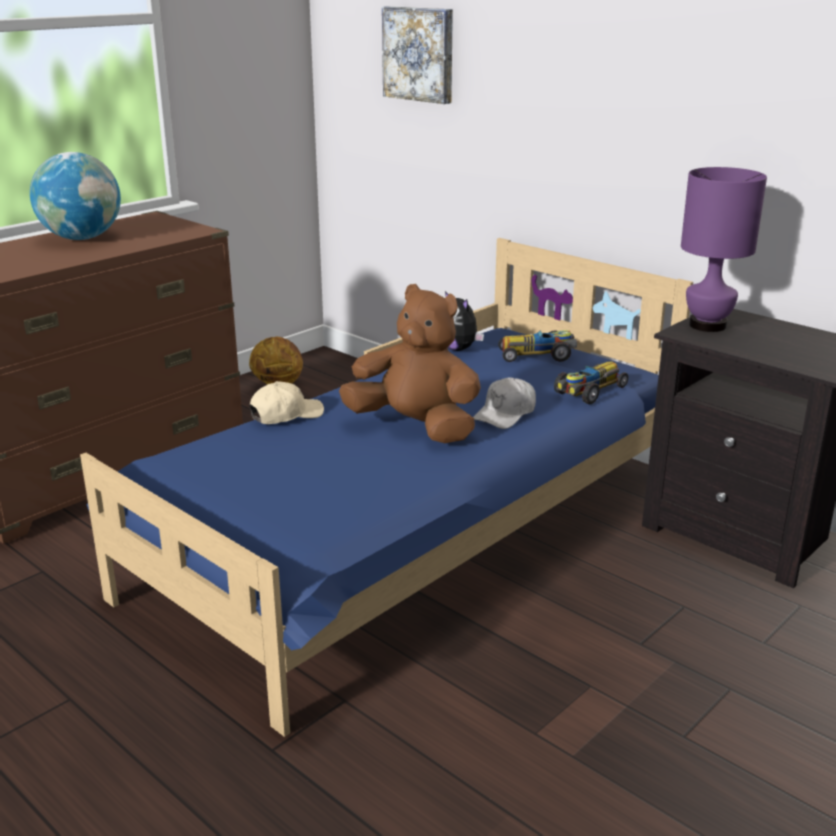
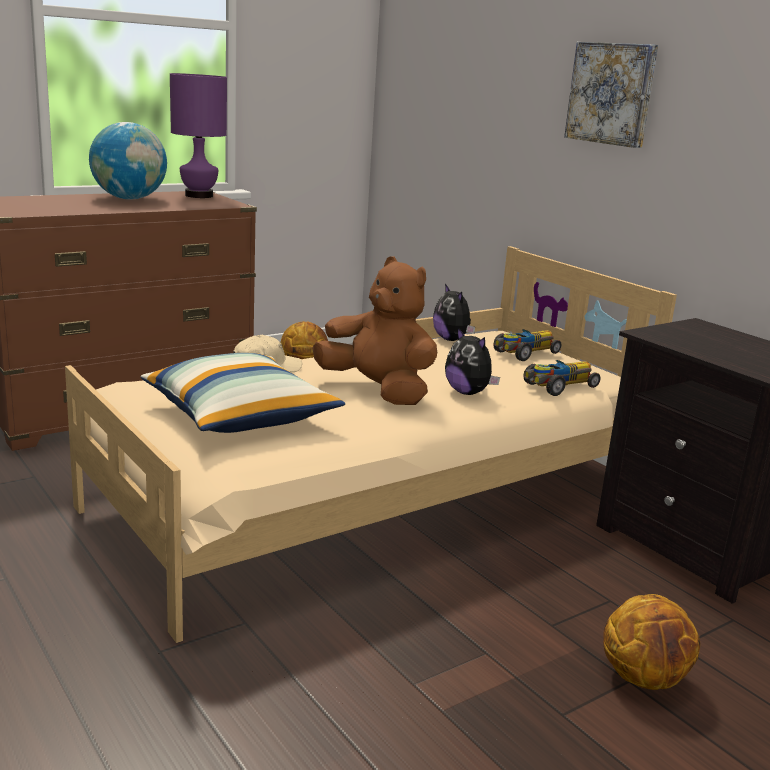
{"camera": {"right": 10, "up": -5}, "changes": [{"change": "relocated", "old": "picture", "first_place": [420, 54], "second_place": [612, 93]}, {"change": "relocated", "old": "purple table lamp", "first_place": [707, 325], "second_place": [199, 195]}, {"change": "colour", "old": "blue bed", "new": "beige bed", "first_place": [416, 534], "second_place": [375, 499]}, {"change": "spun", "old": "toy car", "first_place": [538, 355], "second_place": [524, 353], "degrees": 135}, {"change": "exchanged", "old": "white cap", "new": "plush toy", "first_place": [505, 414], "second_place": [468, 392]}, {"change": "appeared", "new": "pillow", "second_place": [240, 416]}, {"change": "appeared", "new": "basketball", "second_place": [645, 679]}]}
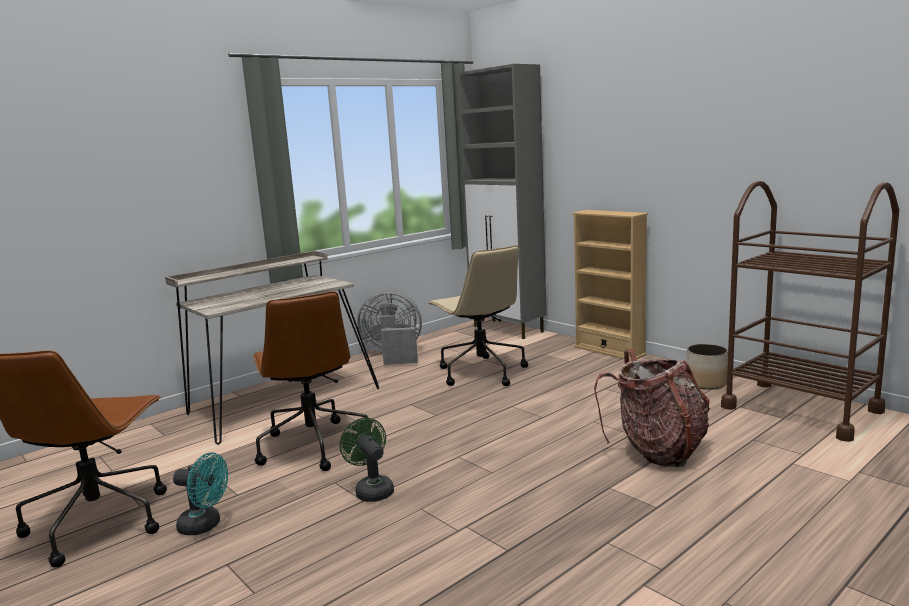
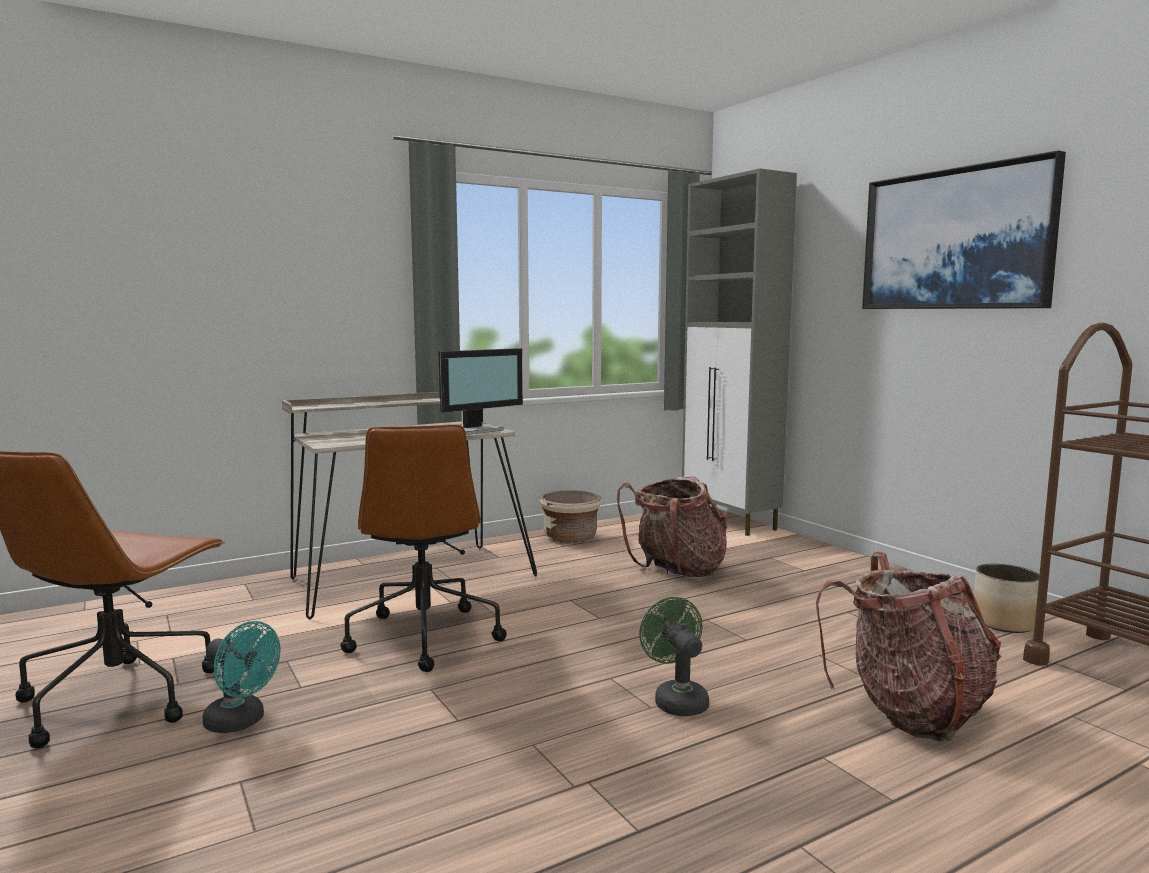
{"camera": {"right": 10, "up": -5}, "changes": [{"change": "missing", "old": "beige bookcase", "first_place": [609, 351]}, {"change": "exchanged", "old": "beige office chair", "new": "backpack", "first_place": [480, 372], "second_place": [677, 570]}, {"change": "exchanged", "old": "grey fan", "new": "beige planter", "first_place": [393, 355], "second_place": [570, 537]}, {"change": "relocated", "old": "green fan", "first_place": [371, 490], "second_place": [676, 700]}, {"change": "appeared", "new": "picture", "second_place": [955, 239]}, {"change": "appeared", "new": "monitor", "second_place": [474, 430]}]}
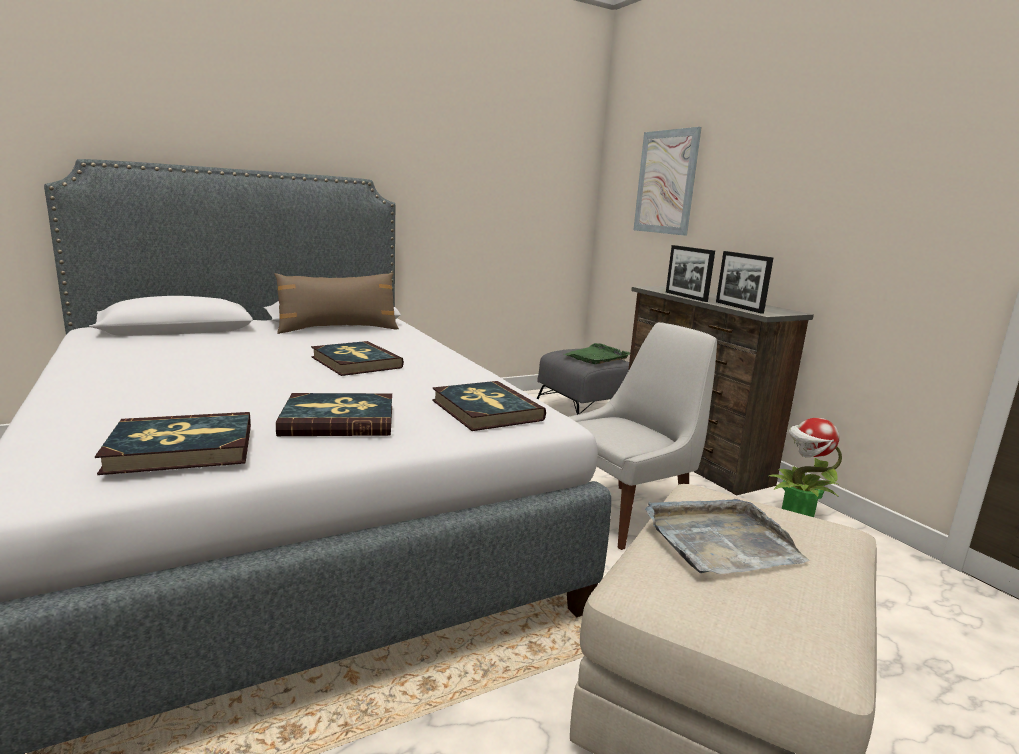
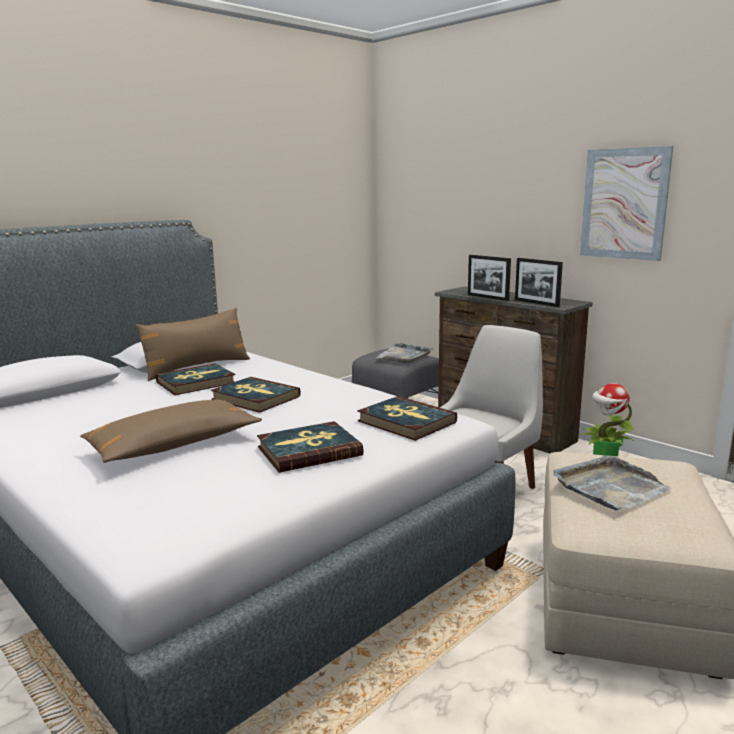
{"camera": {"right": -15, "up": 0}, "changes": [{"change": "relocated", "old": "picture", "first_place": [666, 182], "second_place": [624, 204]}, {"change": "colour", "old": "green tray", "new": "grey tray", "first_place": [596, 357], "second_place": [404, 355]}, {"change": "relocated", "old": "book", "first_place": [182, 448], "second_place": [196, 383]}, {"change": "appeared", "new": "brown pillow", "second_place": [174, 445]}]}
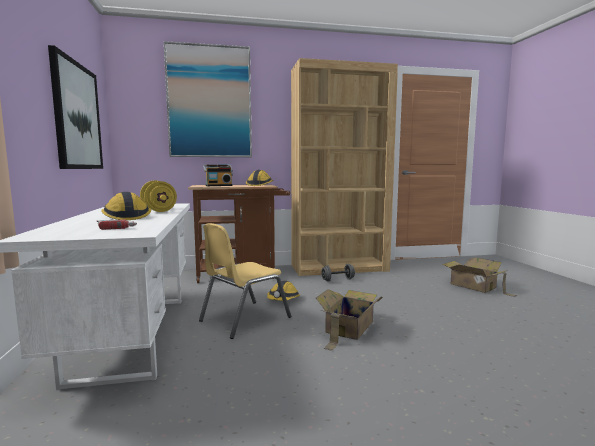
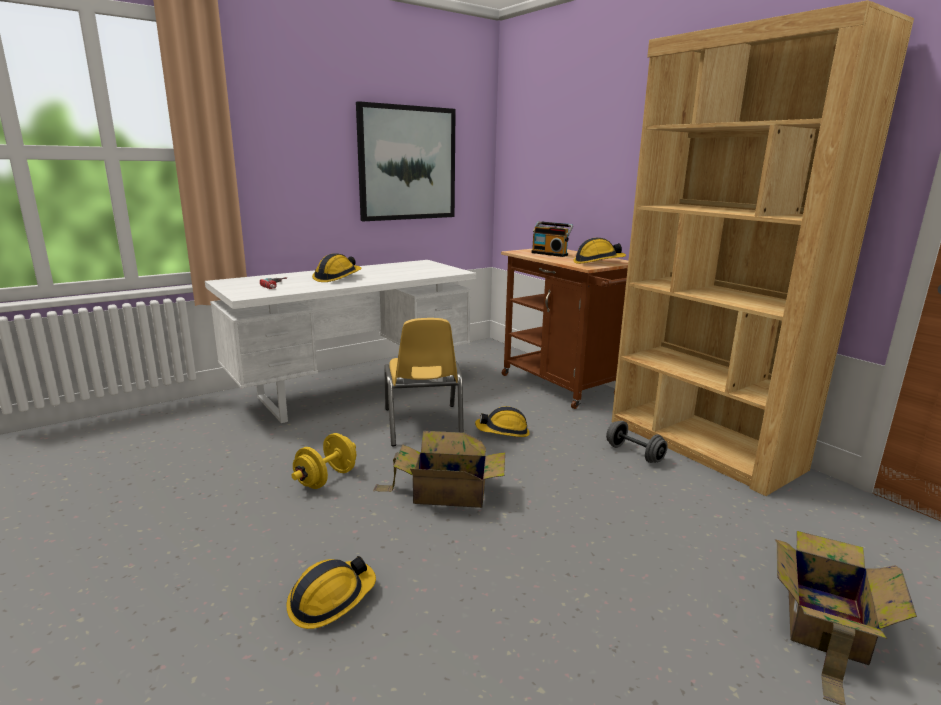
{"camera": {"right": 65, "up": 10}, "changes": [{"change": "missing", "old": "picture", "first_place": [209, 102]}, {"change": "relocated", "old": "yellow dumbbell", "first_place": [158, 210], "second_place": [326, 478]}, {"change": "spun", "old": "yellow chair", "first_place": [244, 319], "second_place": [423, 425], "degrees": -120}, {"change": "appeared", "new": "hard hat", "second_place": [331, 600]}]}
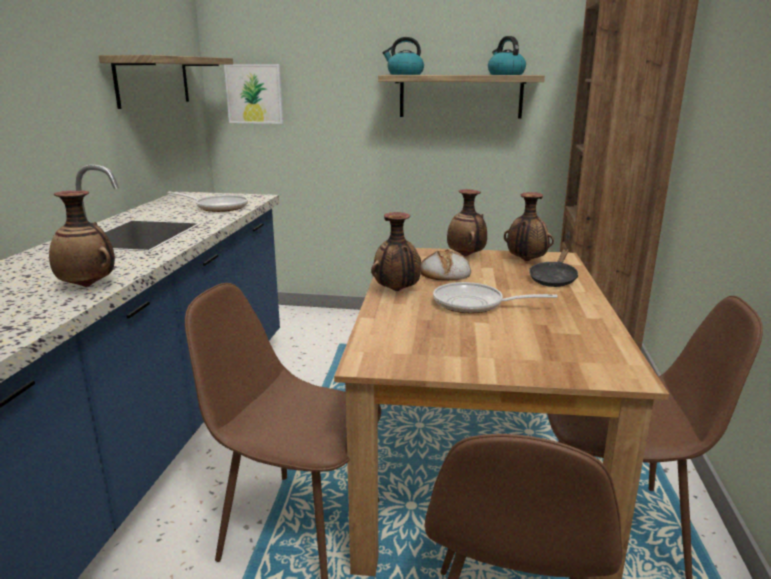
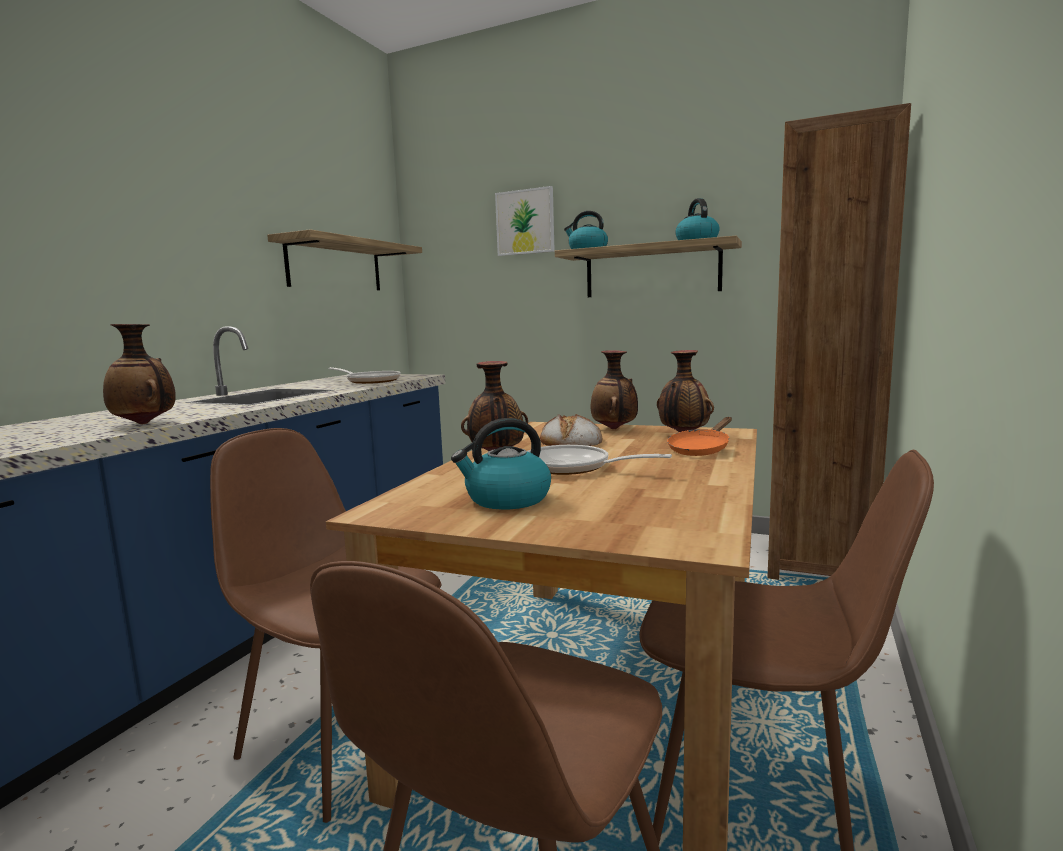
{"camera": {"right": 15, "up": -10}, "changes": [{"change": "relocated", "old": "picture", "first_place": [254, 94], "second_place": [525, 222]}, {"change": "colour", "old": "black frying pan", "new": "orange frying pan", "first_place": [553, 279], "second_place": [701, 449]}, {"change": "appeared", "new": "kettle", "second_place": [507, 499]}]}
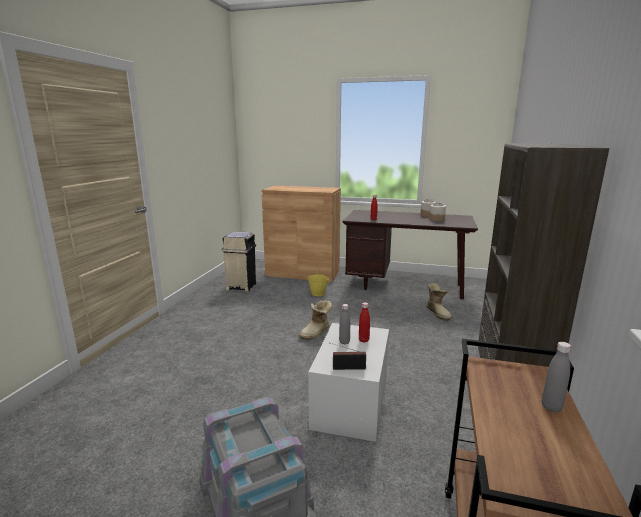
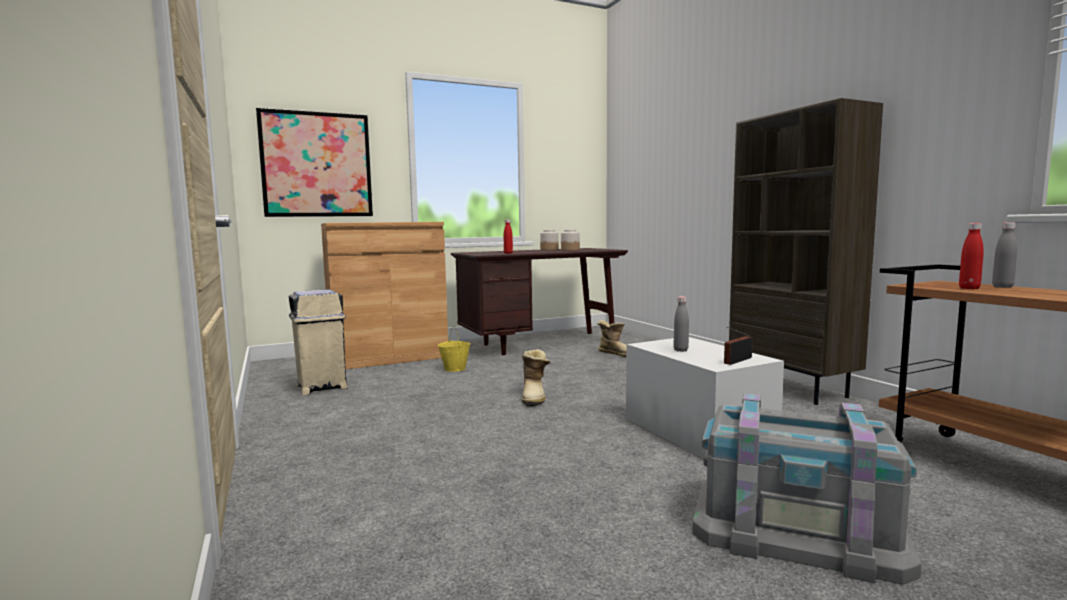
{"camera": {"right": -40, "up": -10}, "changes": [{"change": "relocated", "old": "red bottle", "first_place": [363, 340], "second_place": [969, 288]}, {"change": "appeared", "new": "picture", "second_place": [317, 165]}]}
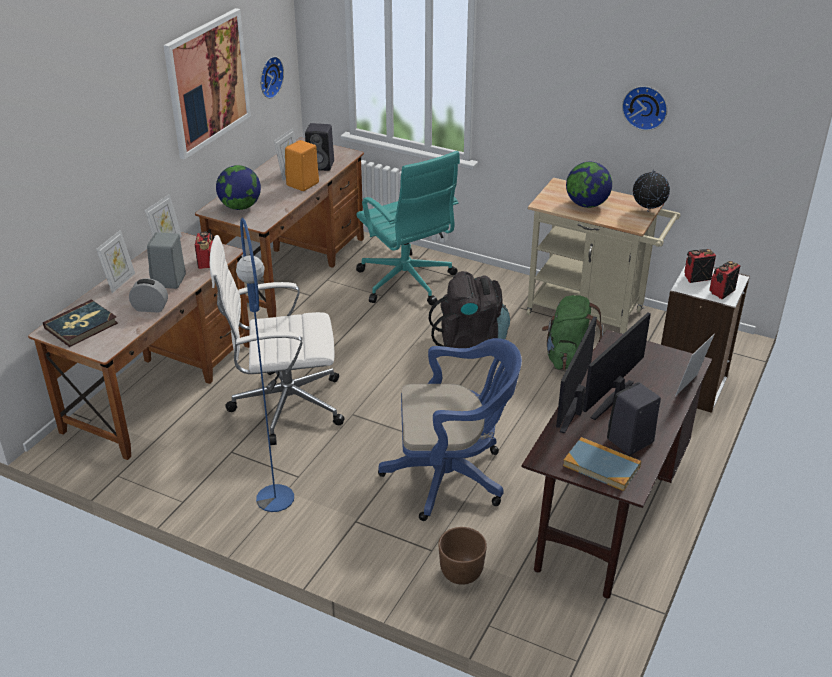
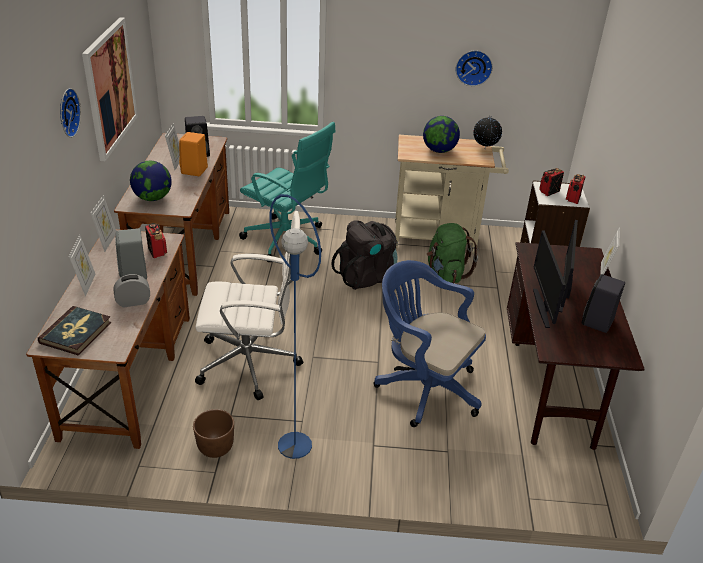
{"camera": {"right": -25, "up": 0}, "changes": [{"change": "relocated", "old": "wall clock", "first_place": [269, 77], "second_place": [66, 112]}, {"change": "spun", "old": "white office chair", "first_place": [284, 405], "second_place": [251, 363], "degrees": -150}, {"change": "spun", "old": "blue office chair", "first_place": [452, 477], "second_place": [423, 387], "degrees": -120}, {"change": "missing", "old": "book", "first_place": [601, 466]}, {"change": "relocated", "old": "brown planter", "first_place": [462, 573], "second_place": [216, 448]}]}
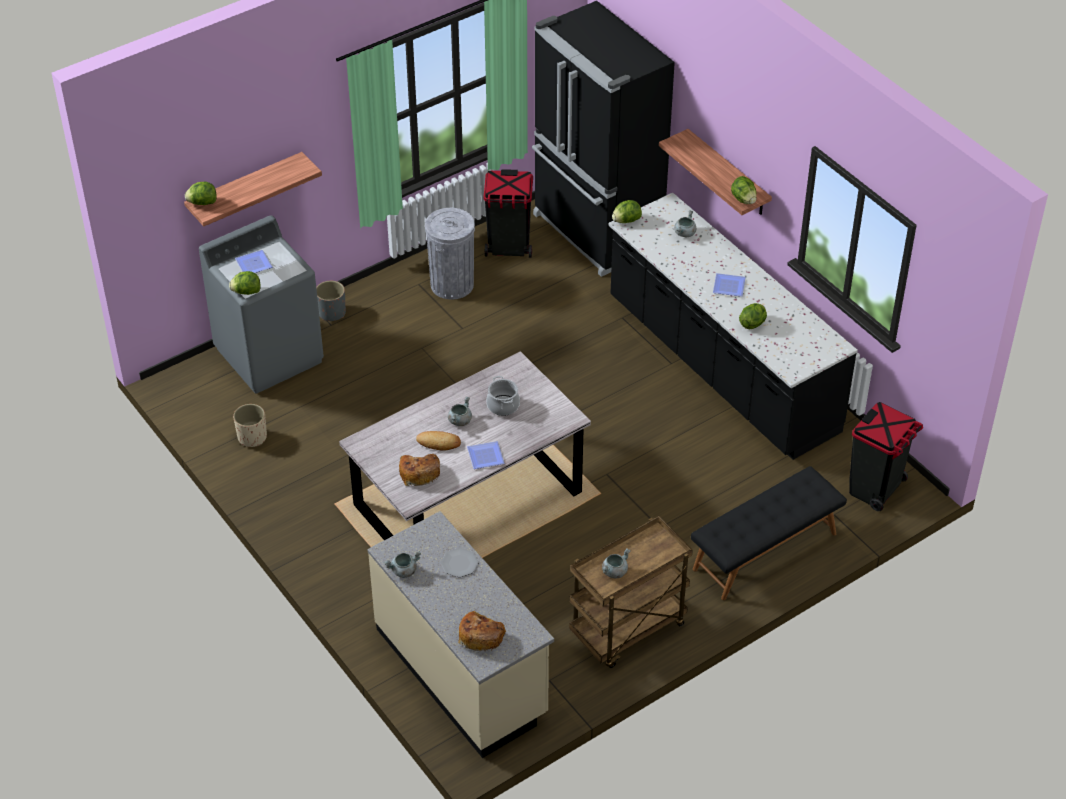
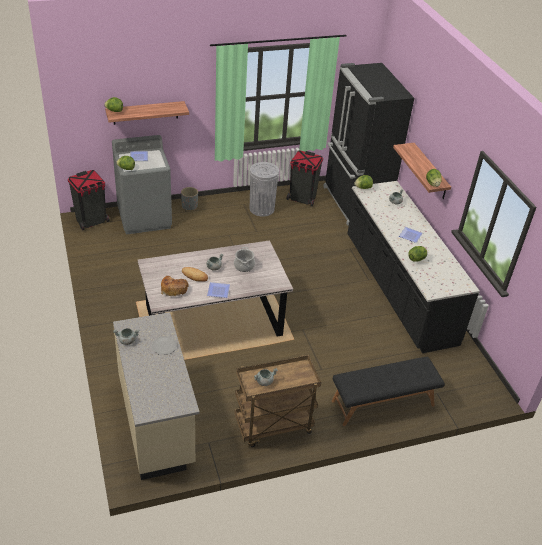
{"camera": {"right": 15, "up": -5}, "changes": [{"change": "relocated", "old": "black trash can", "first_place": [875, 488], "second_place": [91, 221]}, {"change": "missing", "old": "beige planter", "first_place": [252, 437]}, {"change": "missing", "old": "bread", "first_place": [480, 635]}]}
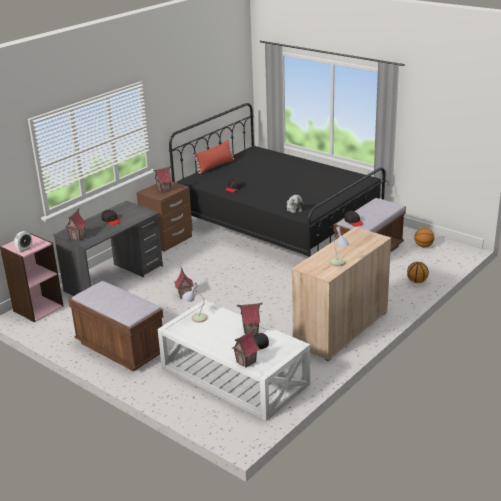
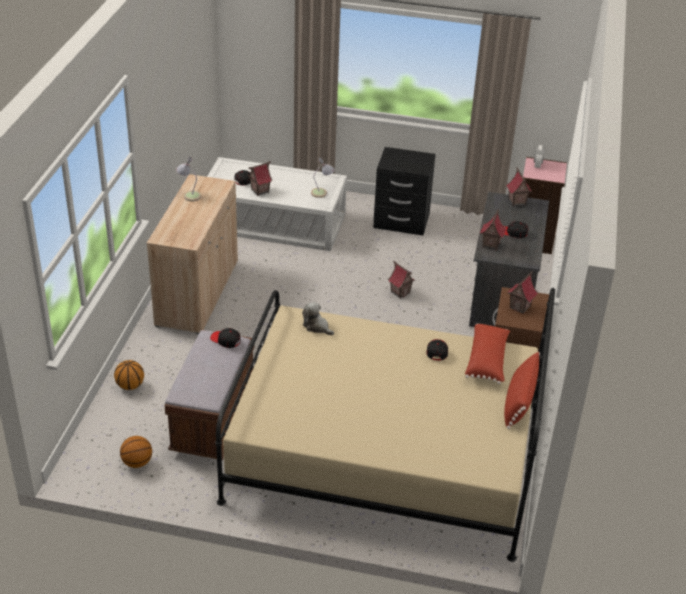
{"camera": {"right": 150, "up": 10}, "changes": [{"change": "colour", "old": "black bed", "new": "beige bed", "first_place": [278, 225], "second_place": [384, 451]}, {"change": "exchanged", "old": "brown bench", "new": "black nightstand", "first_place": [120, 348], "second_place": [401, 221]}, {"change": "relocated", "old": "toy house", "first_place": [246, 362], "second_place": [490, 245]}, {"change": "appeared", "new": "red pillow", "second_place": [487, 361]}]}
